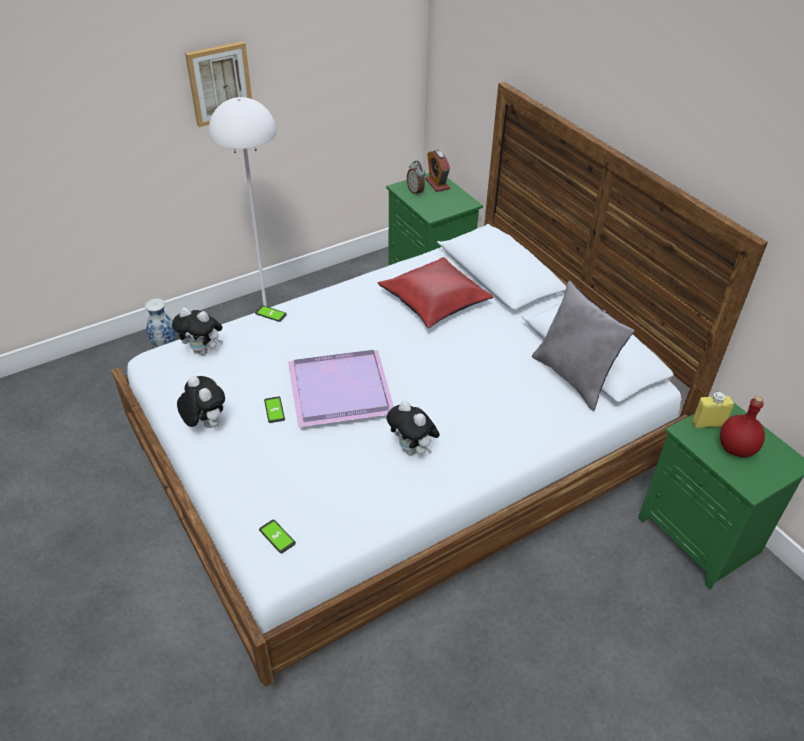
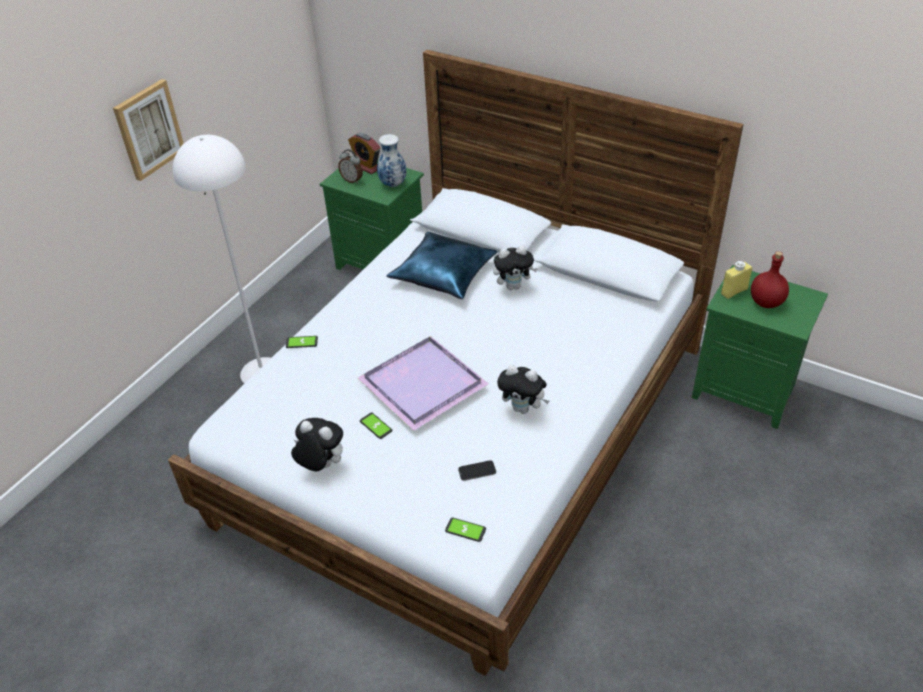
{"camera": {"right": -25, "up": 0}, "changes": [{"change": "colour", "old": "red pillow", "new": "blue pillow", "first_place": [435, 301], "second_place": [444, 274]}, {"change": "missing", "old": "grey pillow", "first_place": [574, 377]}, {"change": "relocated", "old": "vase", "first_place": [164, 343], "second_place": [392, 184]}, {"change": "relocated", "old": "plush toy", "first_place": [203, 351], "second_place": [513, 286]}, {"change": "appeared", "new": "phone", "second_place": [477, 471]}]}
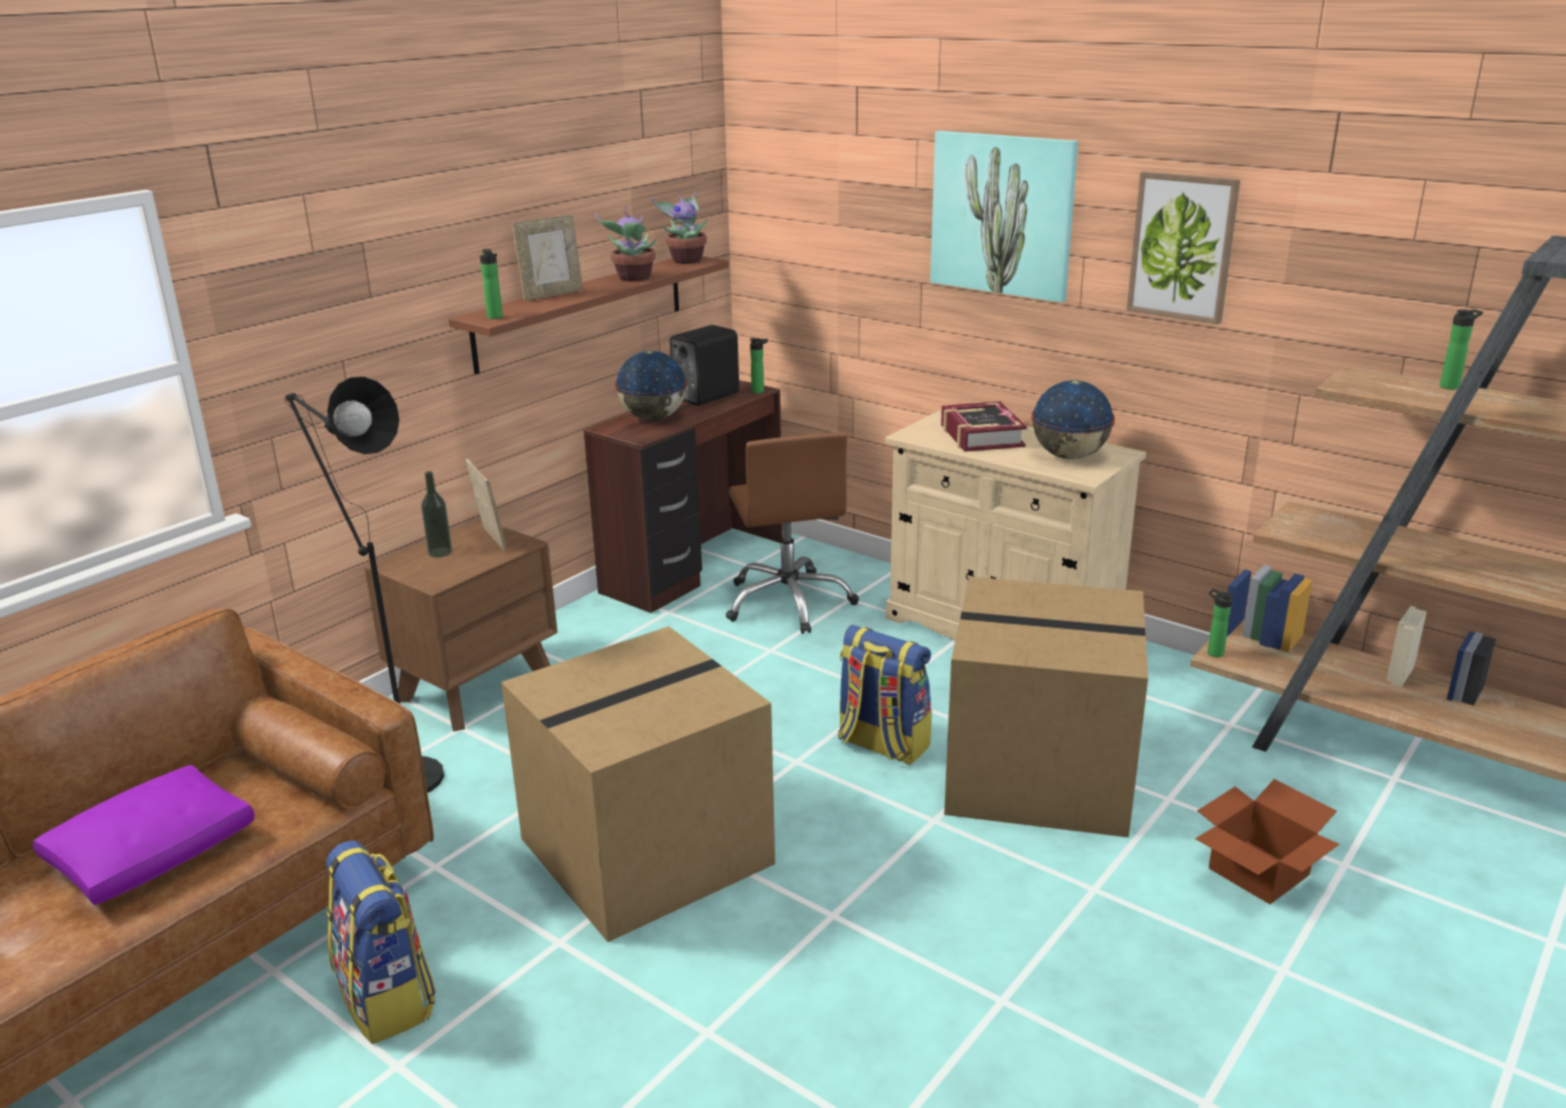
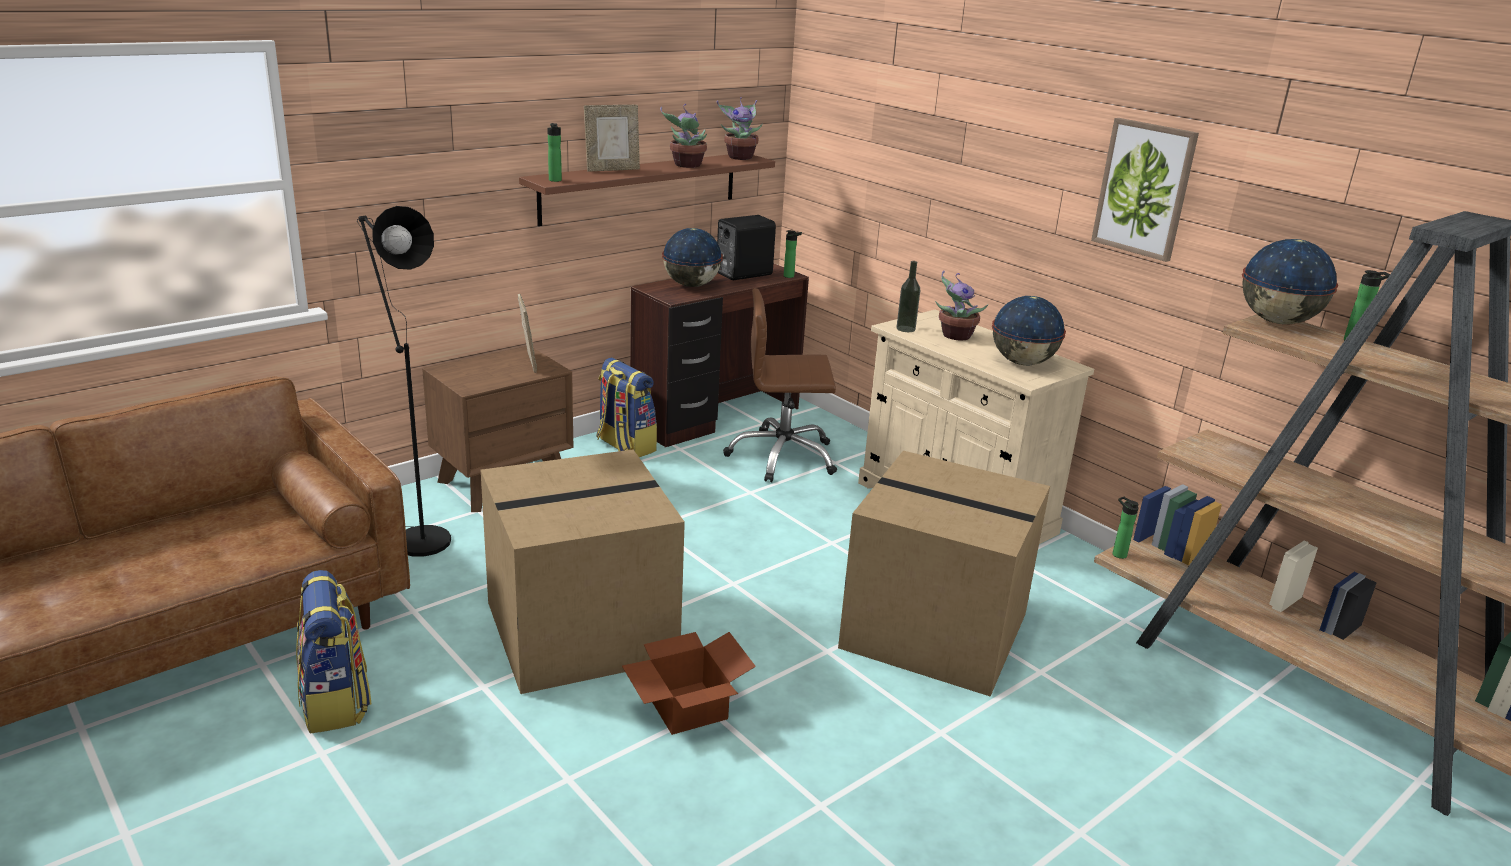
{"camera": {"right": 10, "up": 0}, "changes": [{"change": "missing", "old": "picture", "first_place": [1002, 214]}, {"change": "exchanged", "old": "book", "new": "potted plant", "first_place": [981, 436], "second_place": [954, 336]}, {"change": "spun", "old": "brown office chair", "first_place": [789, 602], "second_place": [782, 457], "degrees": 90}, {"change": "relocated", "old": "bottle", "first_place": [440, 552], "second_place": [905, 329]}, {"change": "relocated", "old": "backpack", "first_place": [882, 745], "second_place": [625, 446]}, {"change": "missing", "old": "purple pillow", "first_place": [154, 852]}, {"change": "relocated", "old": "cardboard box", "first_place": [1255, 872], "second_place": [685, 707]}, {"change": "appeared", "new": "globe", "second_place": [1278, 322]}]}
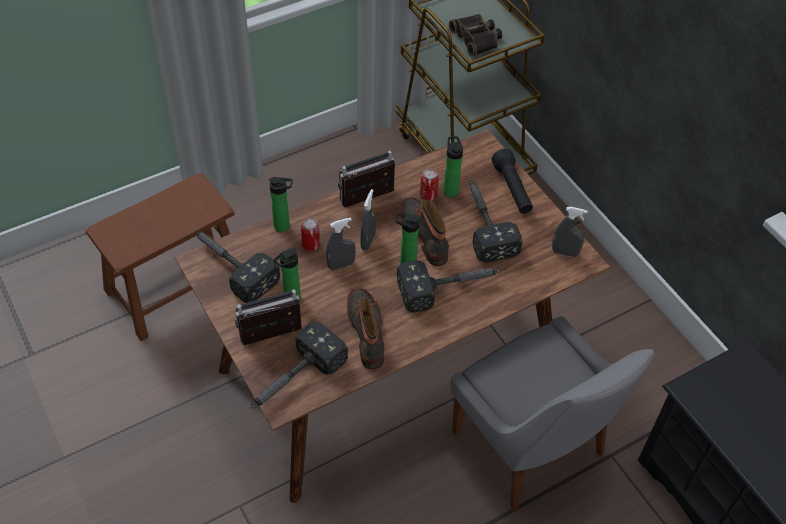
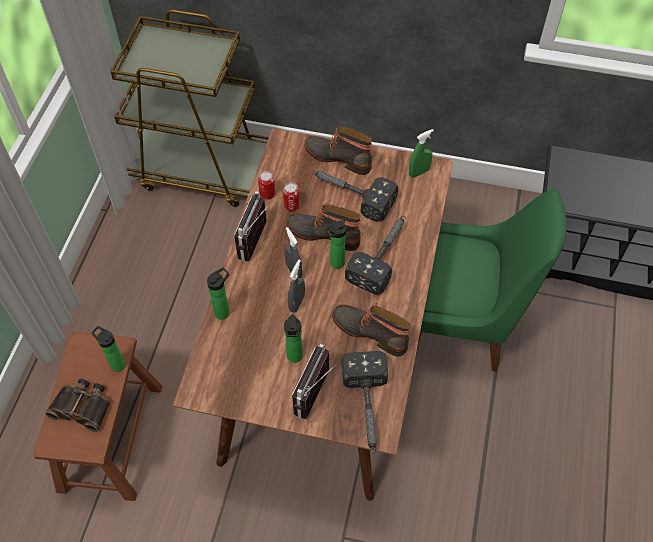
{"camera": {"right": -45, "up": 5}, "changes": [{"change": "relocated", "old": "binoculars", "first_place": [477, 38], "second_place": [83, 406]}, {"change": "relocated", "old": "bottle", "first_place": [450, 189], "second_place": [116, 364]}, {"change": "exchanged", "old": "black flashlight", "new": "boot", "first_place": [512, 189], "second_place": [338, 157]}, {"change": "colour", "old": "grey spray bottle", "new": "green spray bottle", "first_place": [565, 252], "second_place": [419, 172]}, {"change": "relocated", "old": "can", "first_place": [311, 244], "second_place": [267, 194]}, {"change": "missing", "old": "hammer", "first_place": [230, 266]}, {"change": "colour", "old": "grey chair", "new": "green chair", "first_place": [531, 447], "second_place": [462, 324]}]}
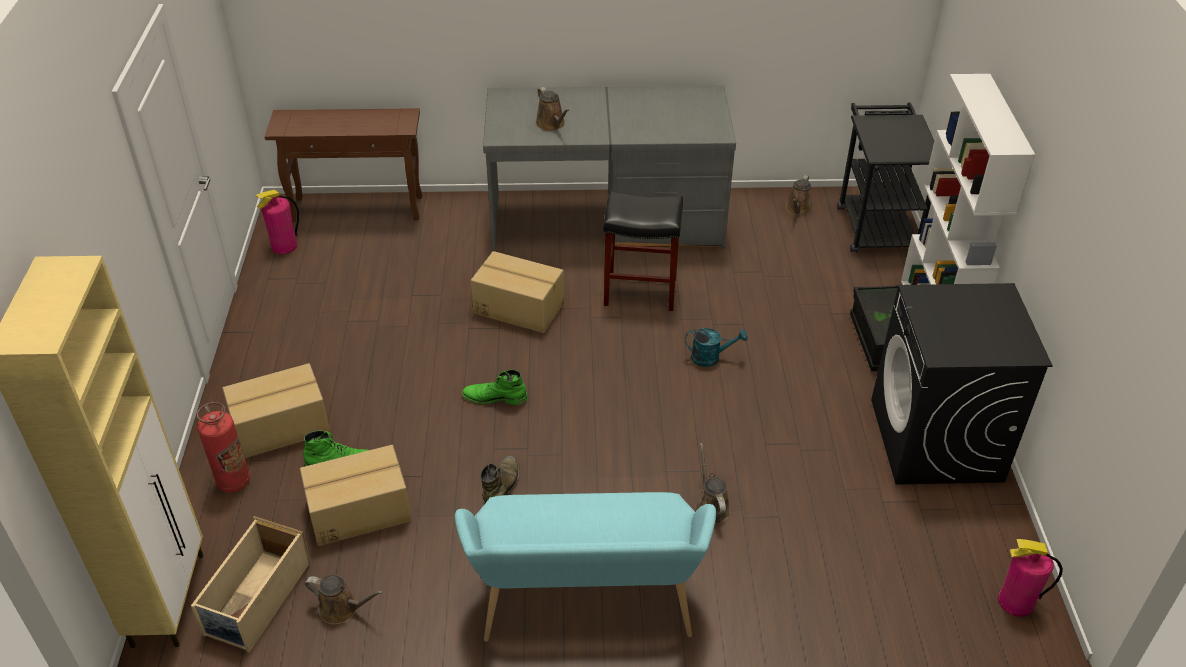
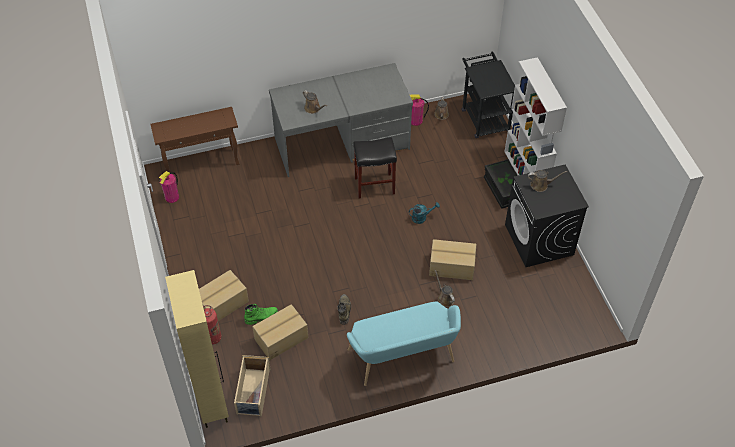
{"camera": {"right": -15, "up": 10}, "changes": [{"change": "relocated", "old": "cardboard box", "first_place": [519, 307], "second_place": [451, 266]}, {"change": "missing", "old": "green boot", "first_place": [495, 397]}, {"change": "relocated", "old": "fire extinguisher", "first_place": [1015, 602], "second_place": [416, 120]}, {"change": "relocated", "old": "brown watering can", "first_place": [342, 609], "second_place": [541, 185]}]}
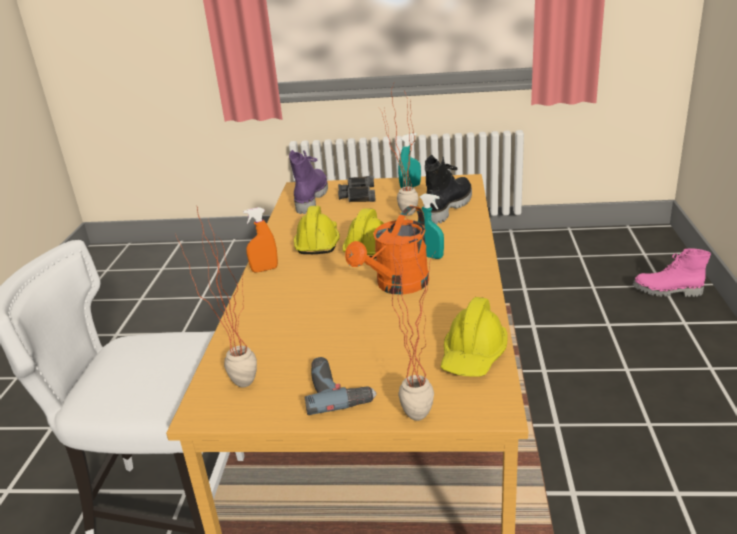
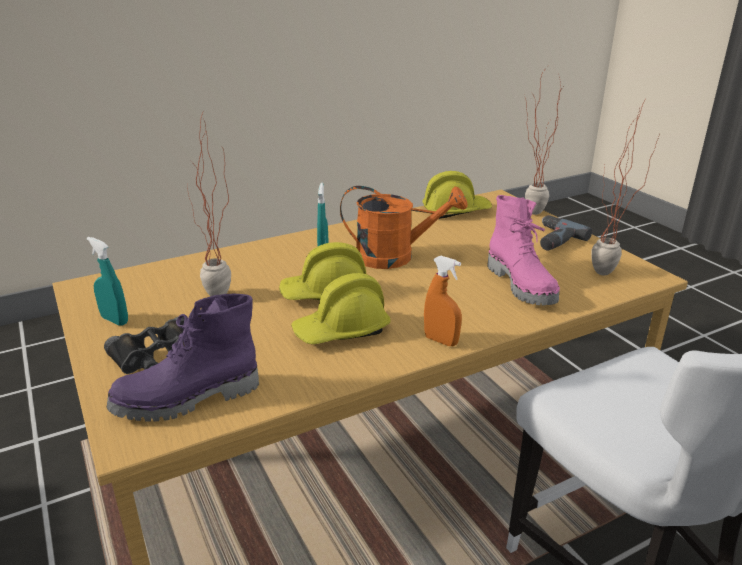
{"camera": {"right": -125, "up": 0}, "changes": [{"change": "missing", "old": "black boot", "first_place": [447, 208]}, {"change": "relocated", "old": "pink boot", "first_place": [667, 291], "second_place": [522, 285]}]}
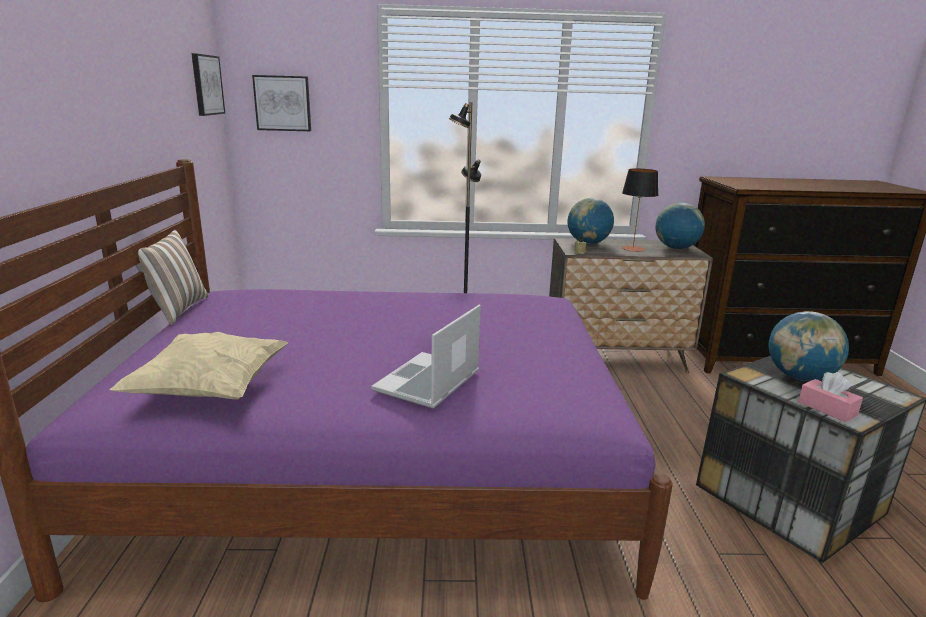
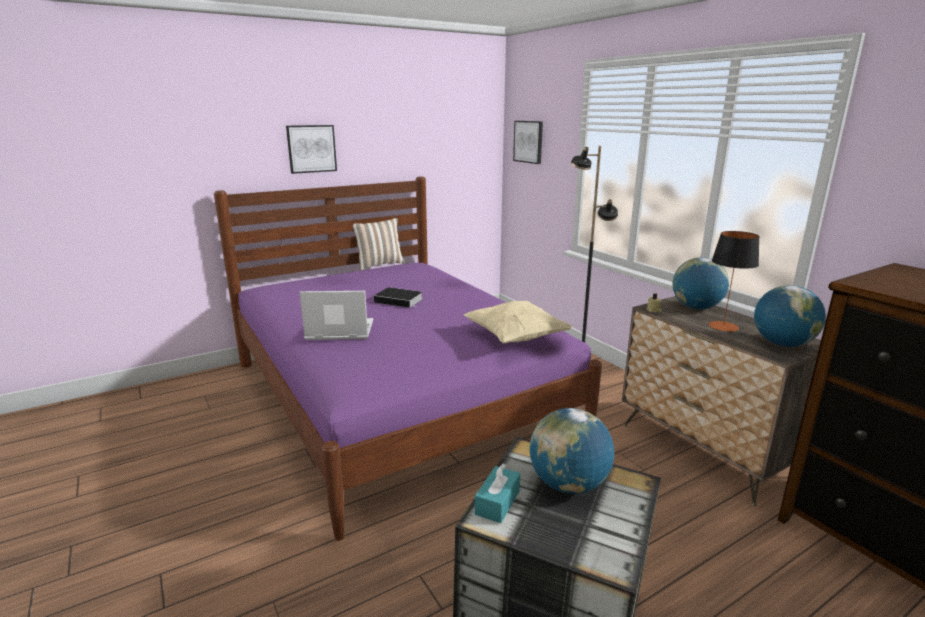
{"camera": {"right": 60, "up": 0}, "changes": [{"change": "relocated", "old": "picture", "first_place": [206, 85], "second_place": [311, 148]}, {"change": "relocated", "old": "beige pillow", "first_place": [210, 390], "second_place": [515, 338]}, {"change": "colour", "old": "pink tissue box", "new": "turquoise tissue box", "first_place": [827, 408], "second_place": [497, 502]}, {"change": "appeared", "new": "book", "second_place": [400, 300]}]}
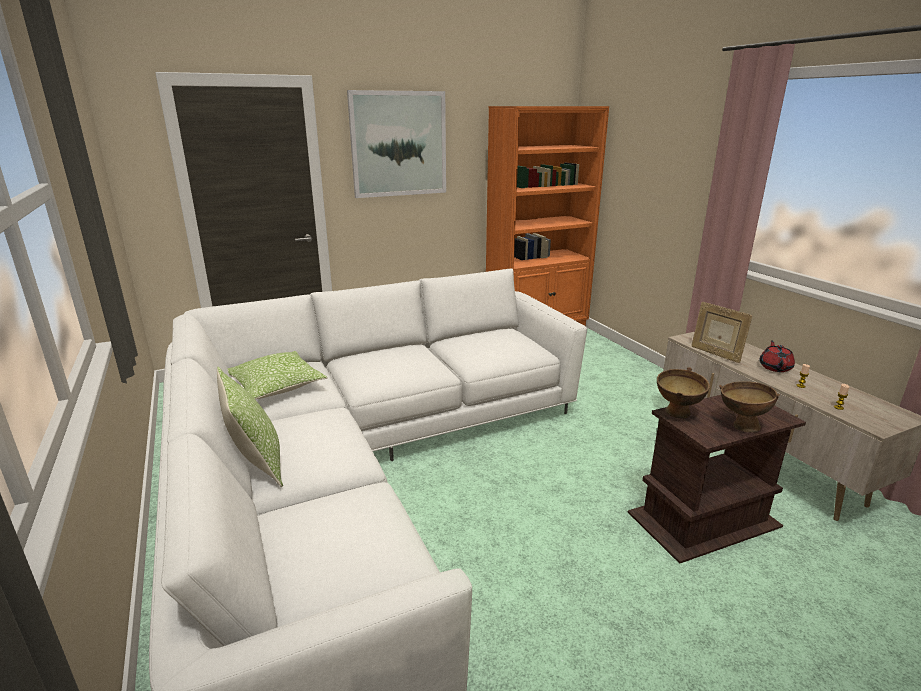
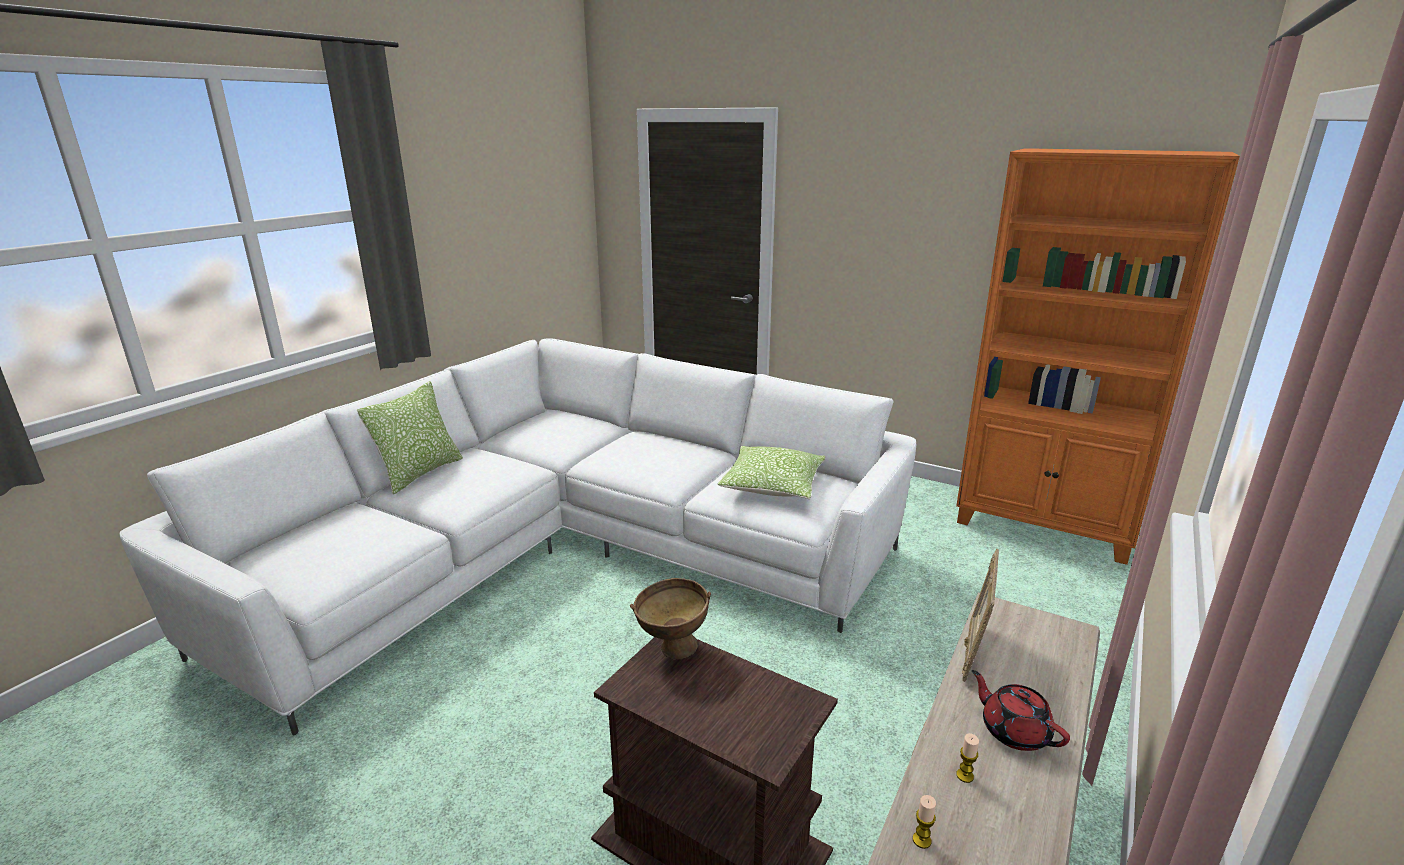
{"camera": {"right": 55, "up": 0}, "changes": [{"change": "missing", "old": "picture", "first_place": [399, 144]}, {"change": "spun", "old": "red teapot", "first_place": [775, 367], "second_place": [1013, 731], "degrees": -105}, {"change": "relocated", "old": "pillow", "first_place": [277, 386], "second_place": [772, 485]}, {"change": "missing", "old": "brown bowl", "first_place": [740, 425]}]}
